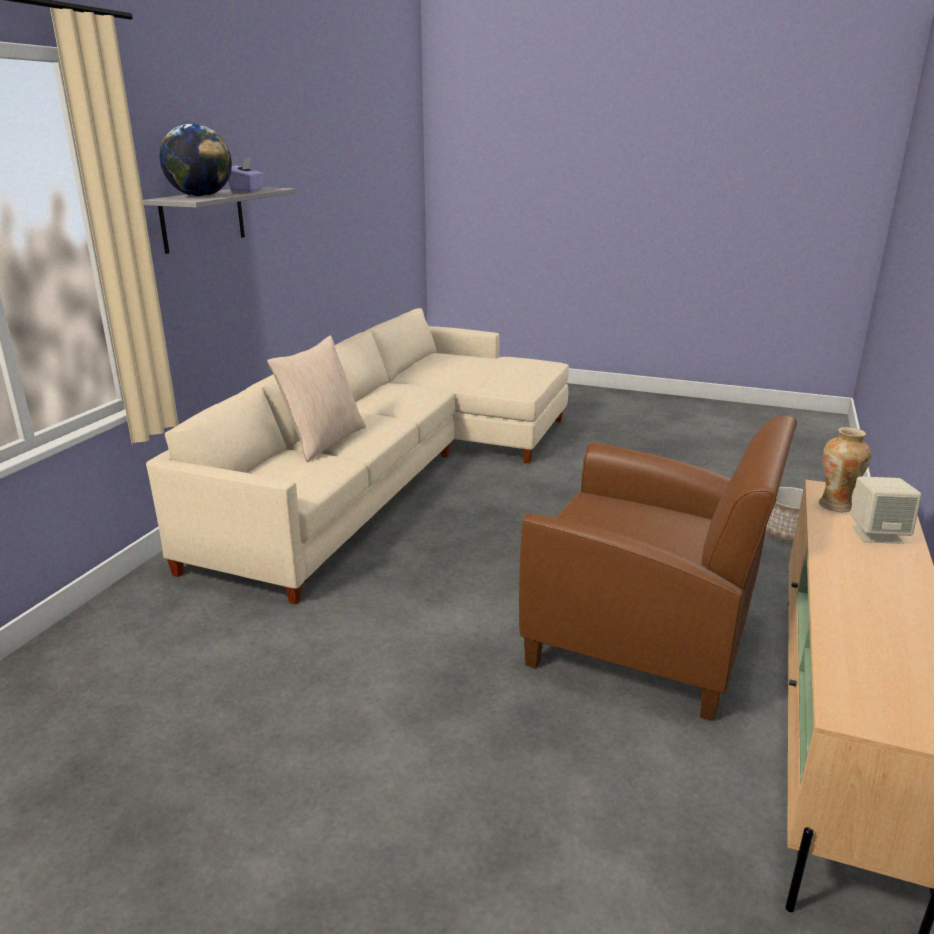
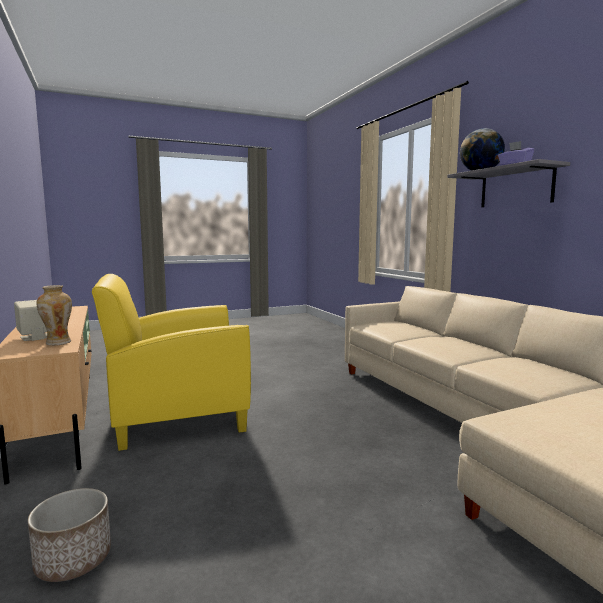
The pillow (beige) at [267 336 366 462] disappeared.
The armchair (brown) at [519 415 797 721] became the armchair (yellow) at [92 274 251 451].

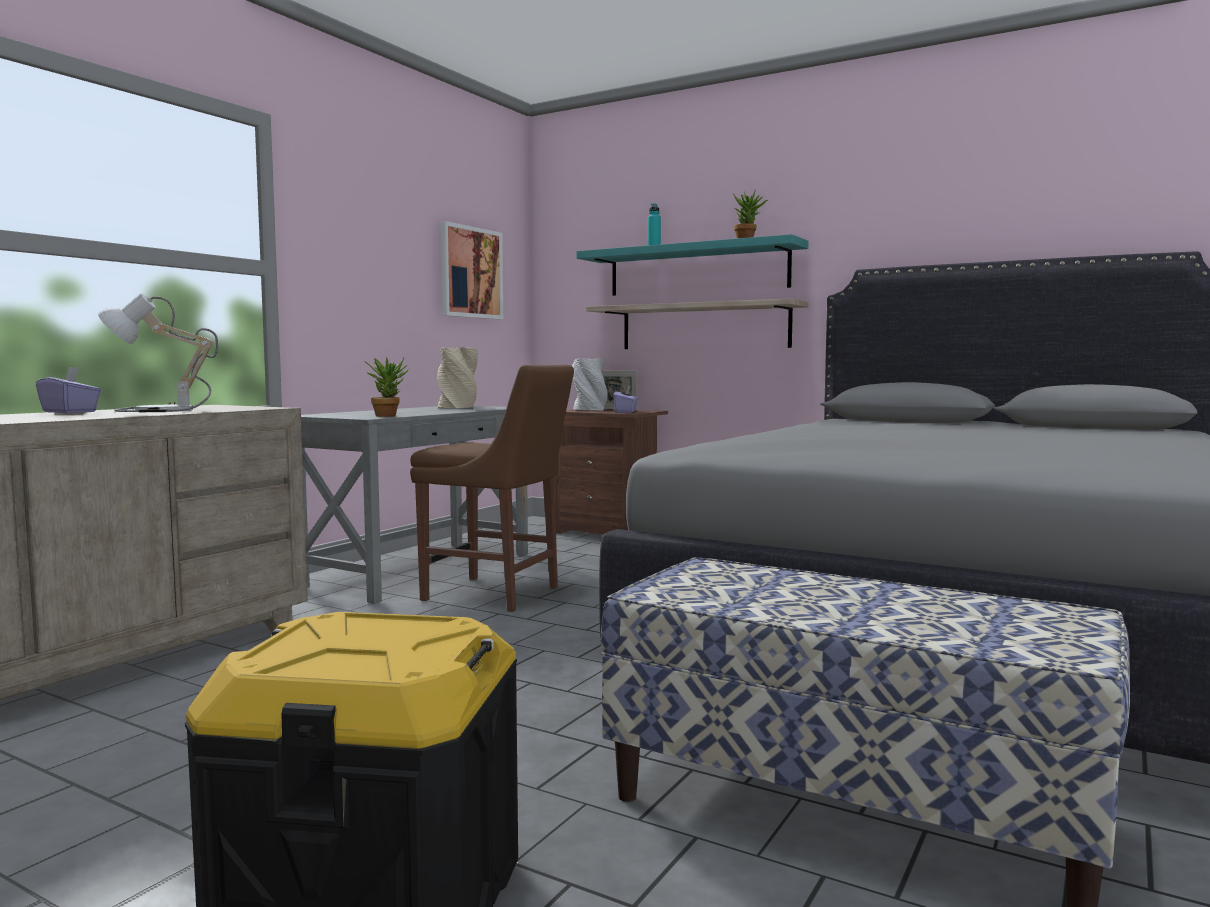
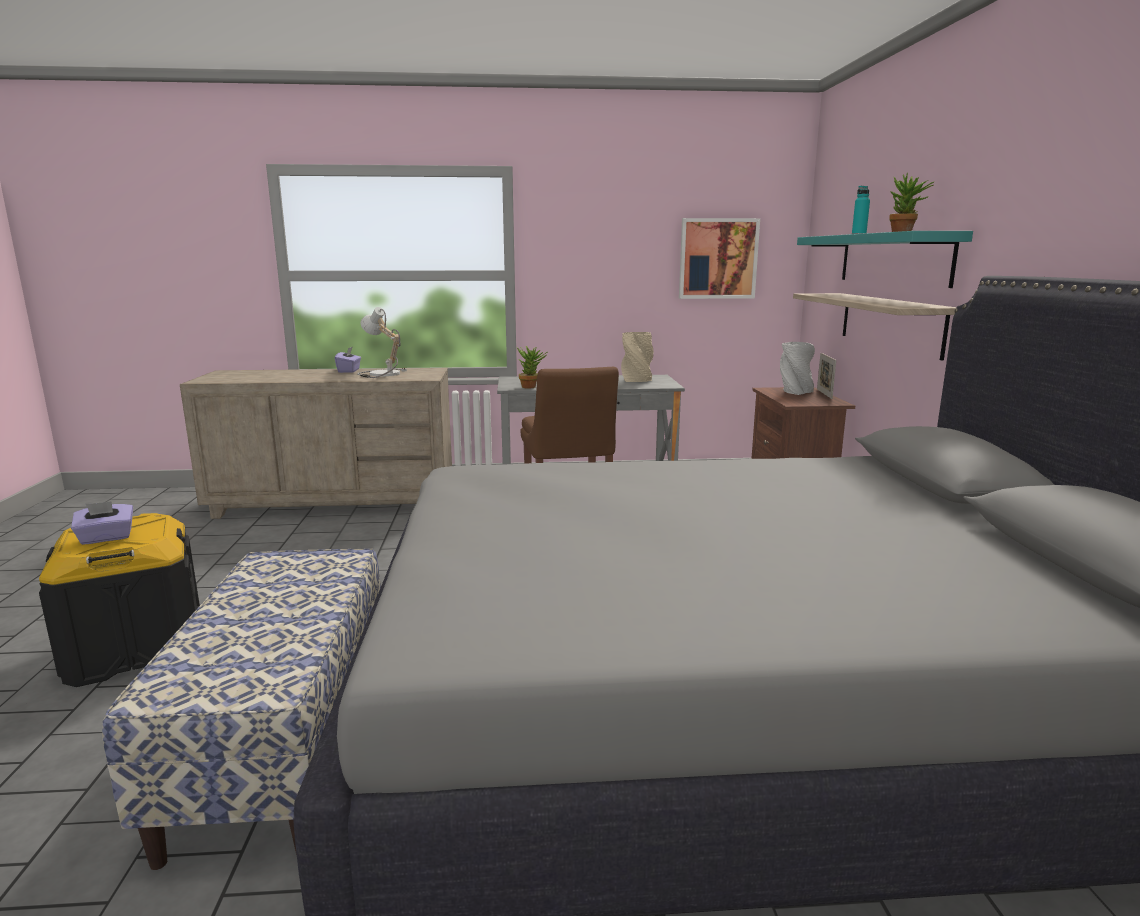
The tissue box (purple) moved from [613 386 638 413] to [71 501 133 545].

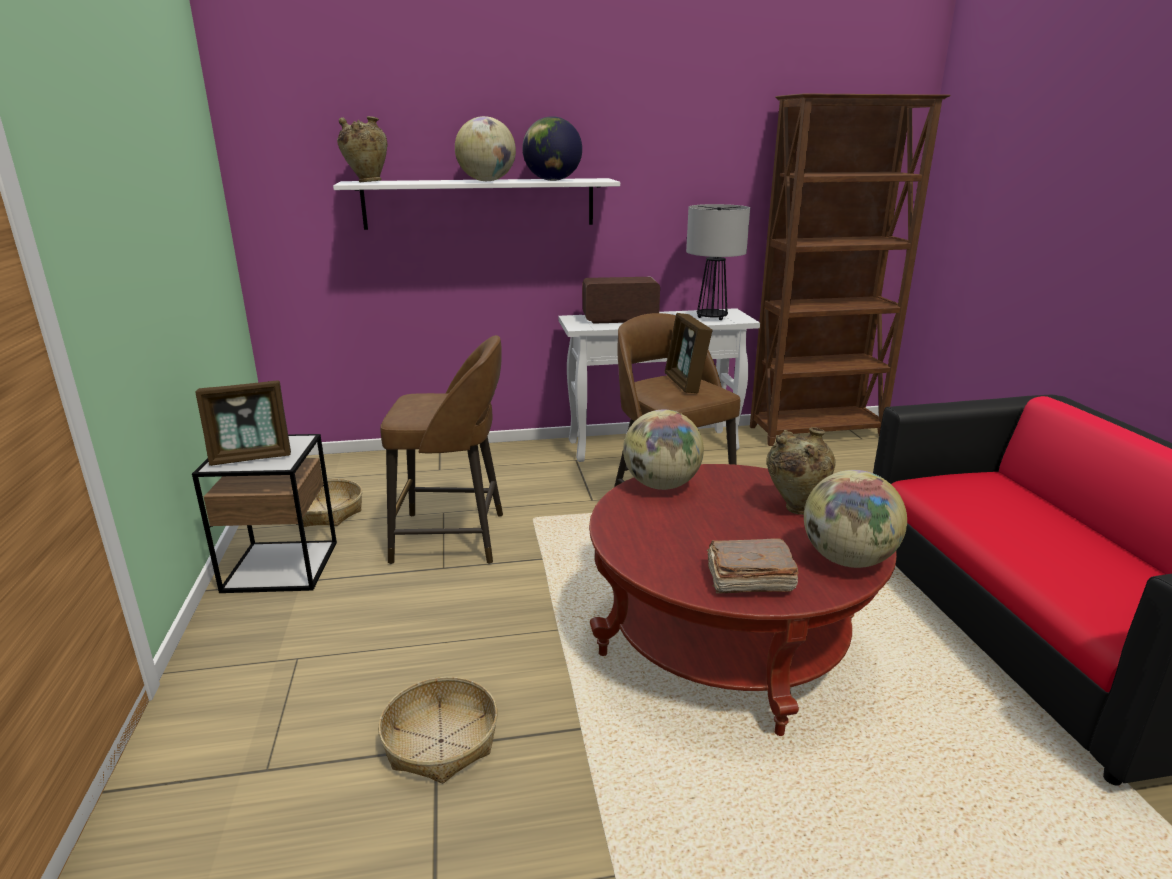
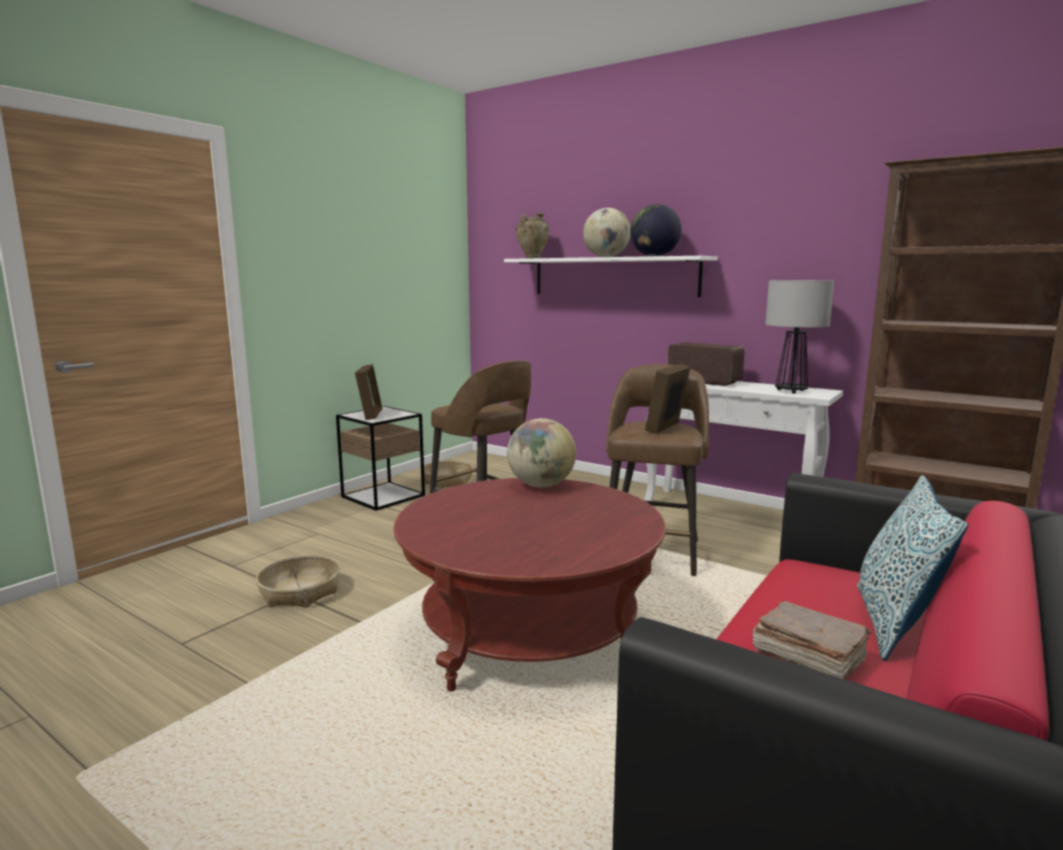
The picture frame at [195 380 291 466] turned 120 degrees counterclockwise.
The book (brown) moved from [707 538 799 593] to [753 601 871 680].
The vase (beige) at [766 427 836 515] disappeared.
The globe at [804 470 907 568] disappeared.
The pillow at [857 475 968 661] appeared.

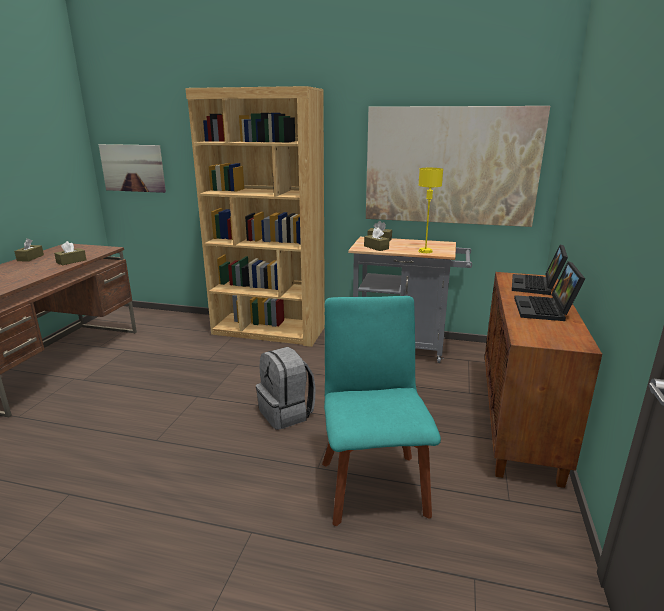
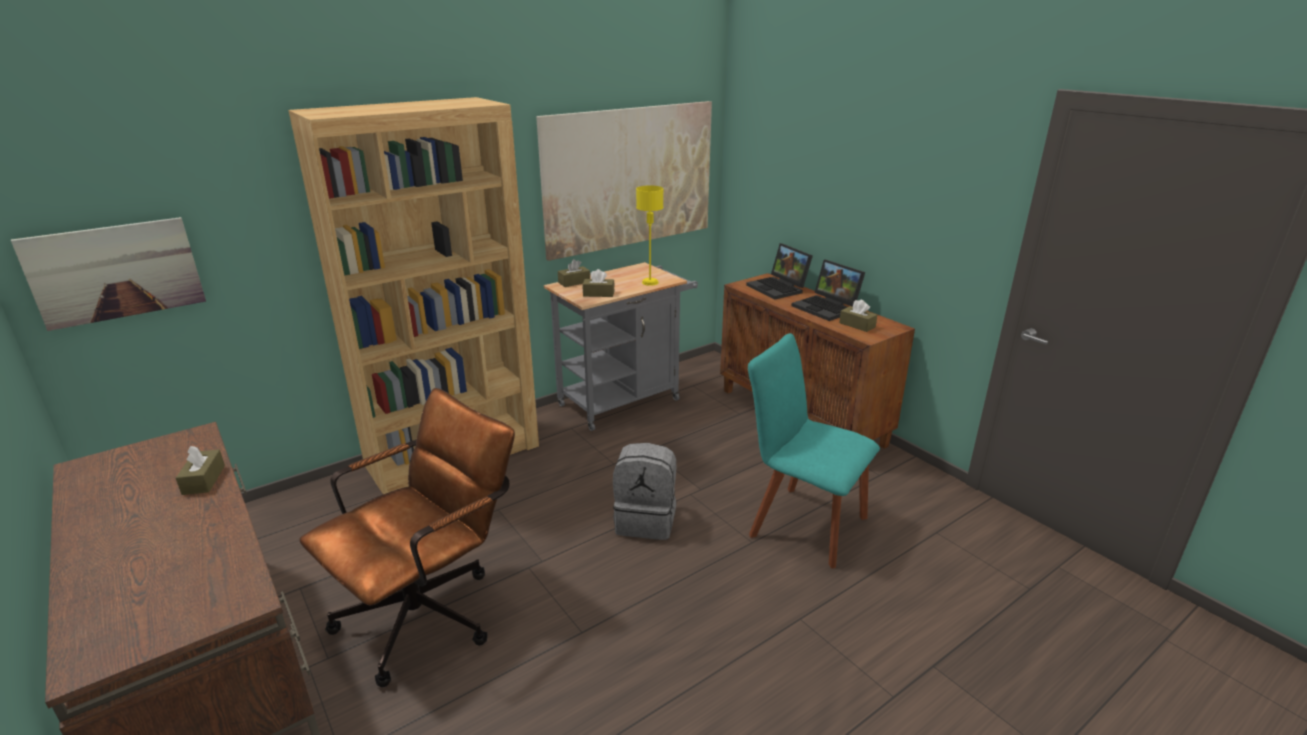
The tissue box (brown) moved from [14 238 44 262] to [839 299 877 332].
The office chair (brown) at [299 388 515 688] appeared.

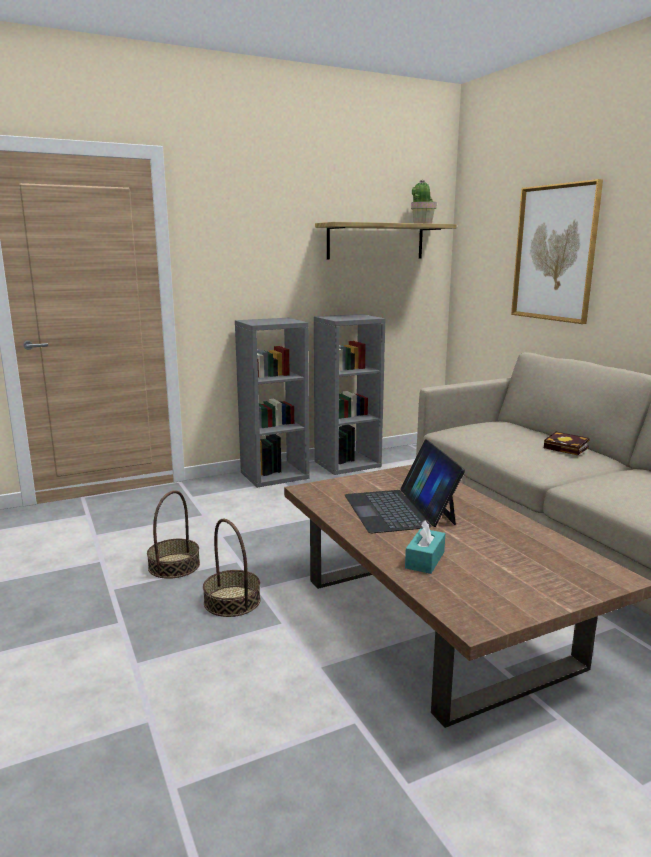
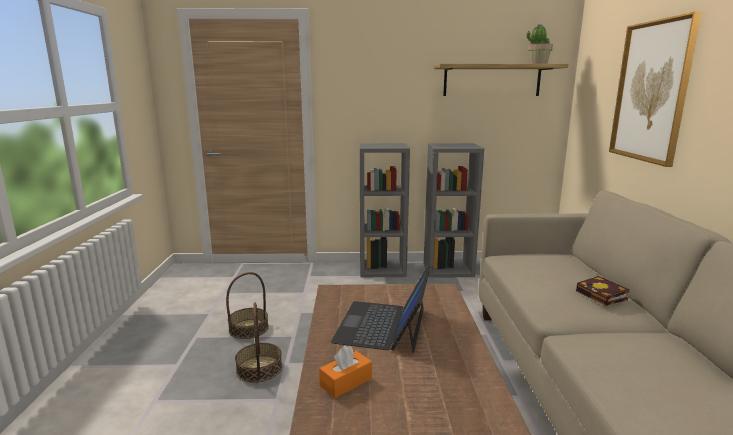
The tissue box (turquoise) at [405 520 445 574] became the tissue box (orange) at [319 345 372 398].

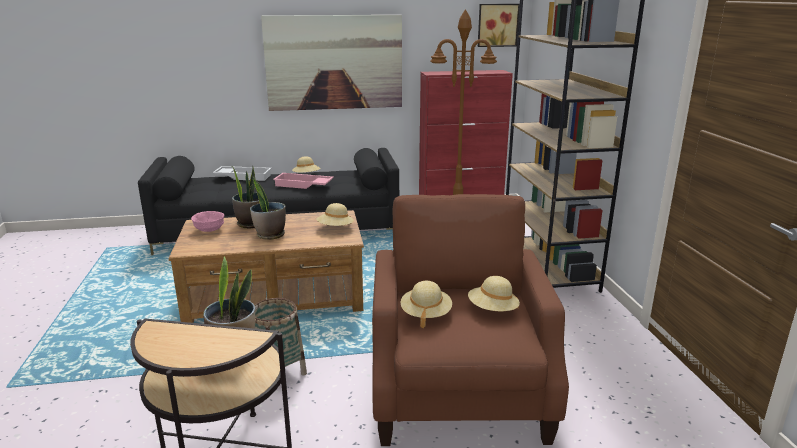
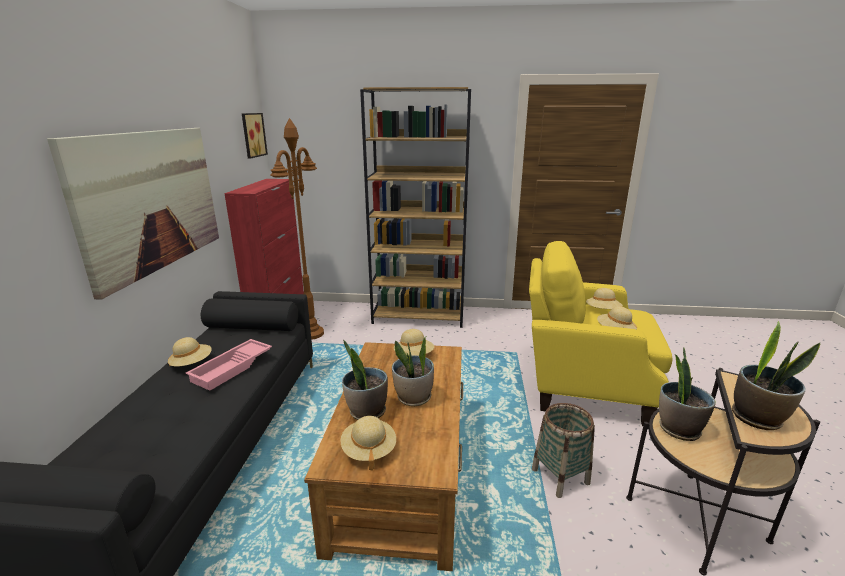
The bowl (pink) at [191 211 224 232] was replaced by the hat (beige) at [340 416 396 471].
The tray (white) at [213 166 272 181] disappeared.
The armchair (brown) at [372 194 569 446] became the armchair (yellow) at [529 241 672 426].
The potted plant at [732 321 820 430] appeared.

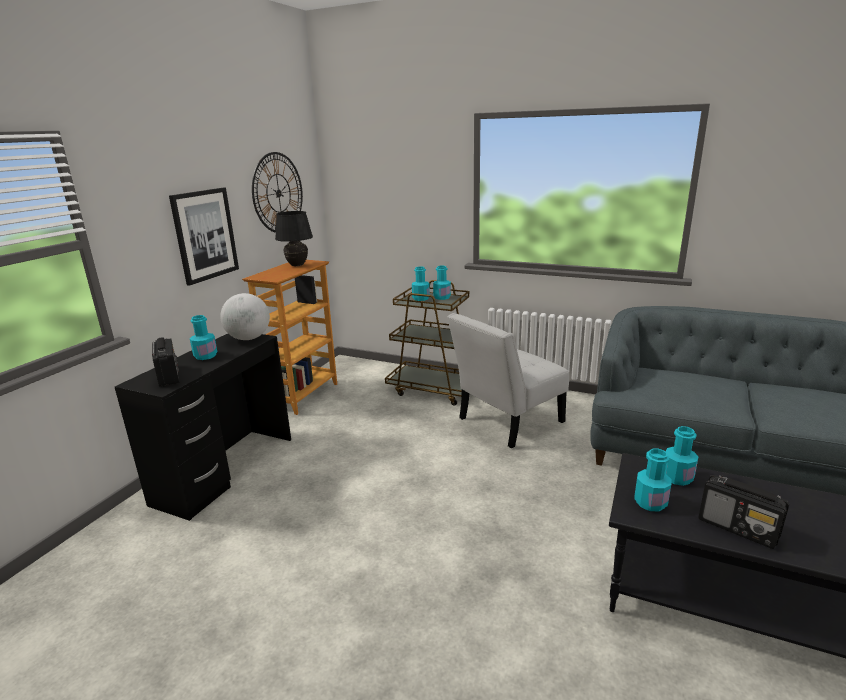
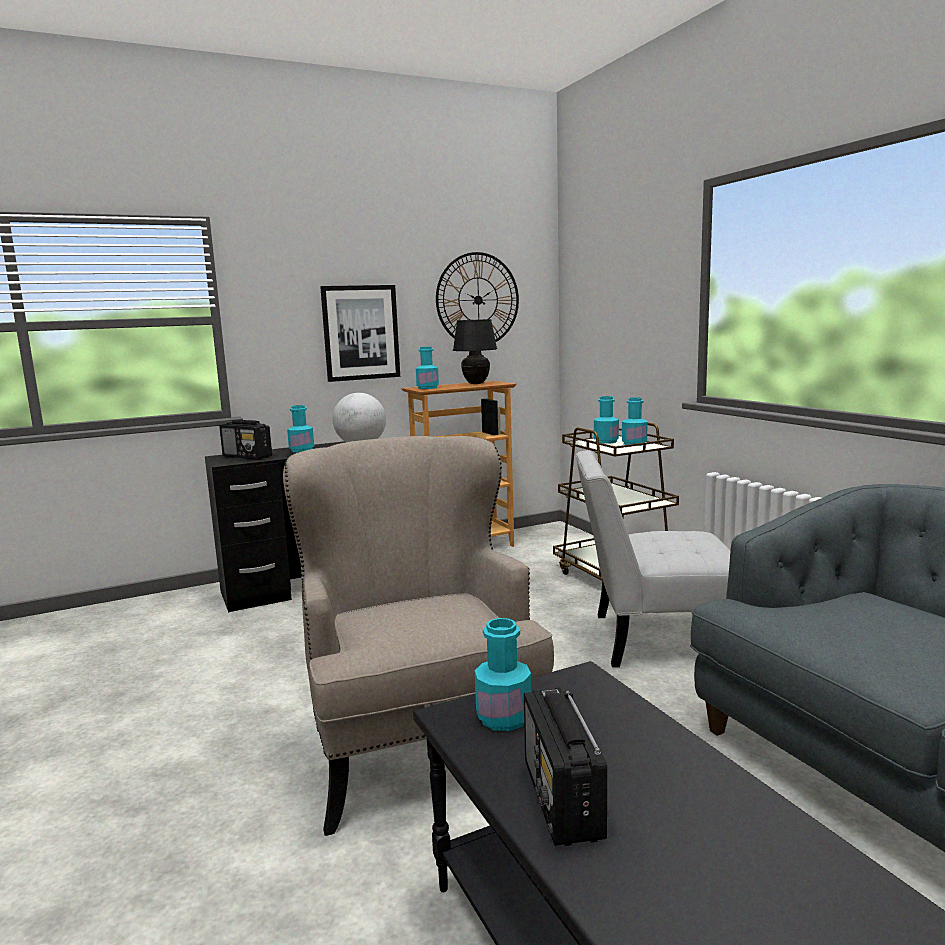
The radio at [152 337 179 387] turned 105 degrees clockwise.
The bottle (turquoise) moved from [665 426 698 486] to [416 347 439 389].
The armchair (beige) at [283 436 554 836] appeared.

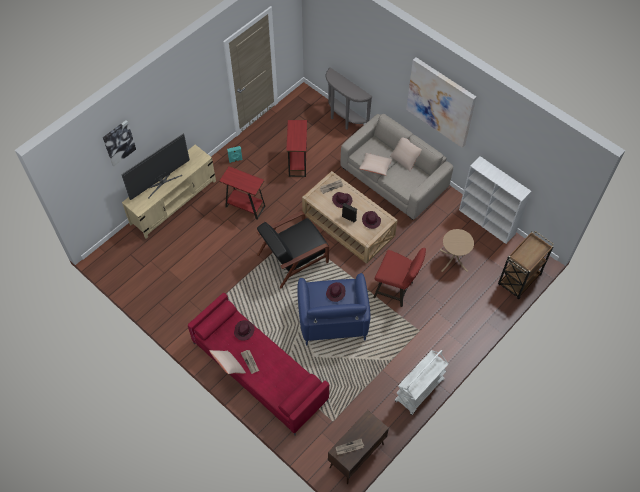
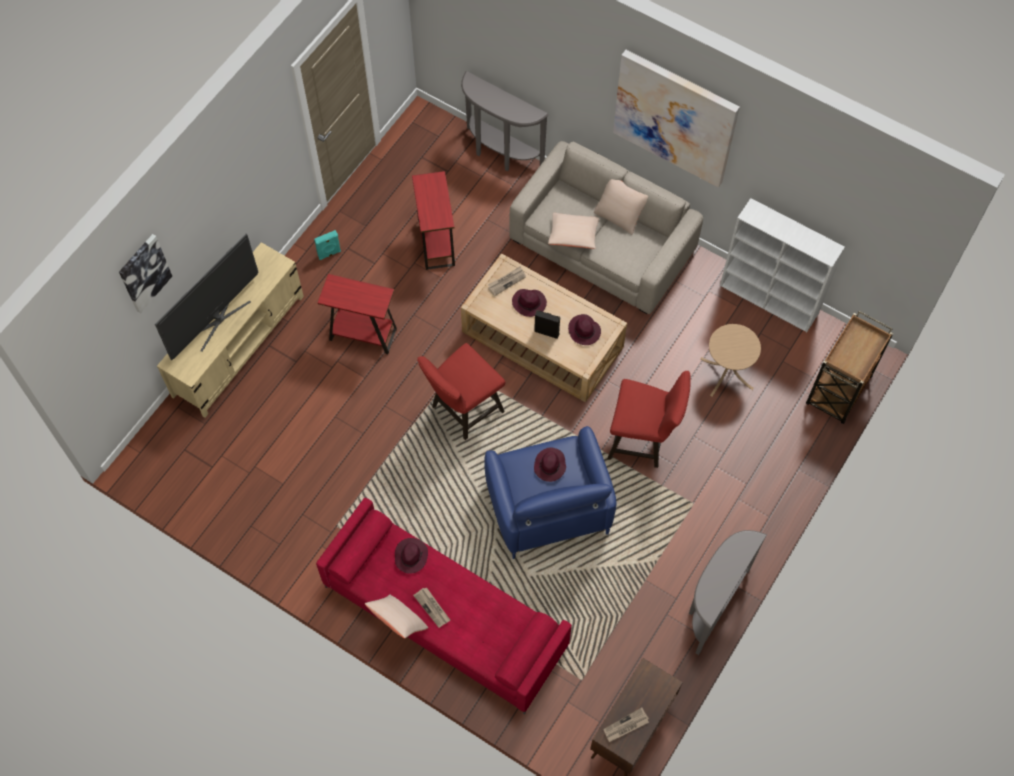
The armchair (black) at [257 211 329 289] was replaced by the stool (red) at [417 343 505 440].
The cart (white) at [395 350 448 415] was replaced by the console table (grey) at [689 530 767 655].

